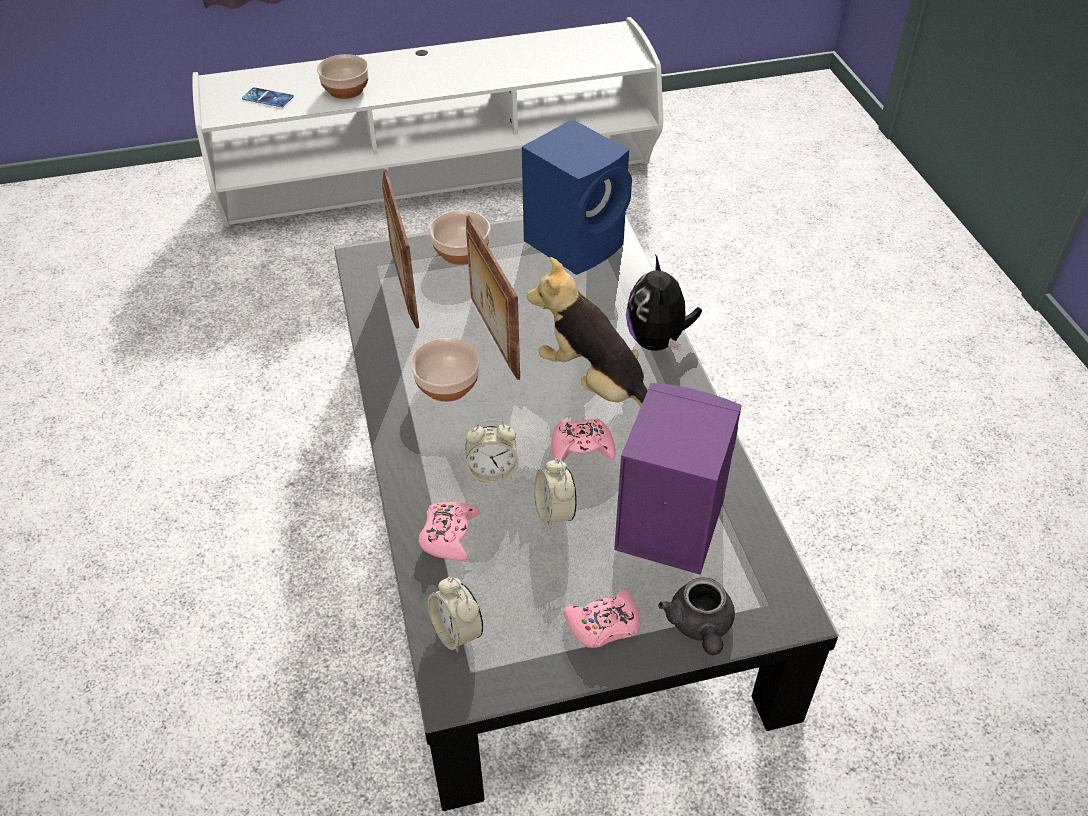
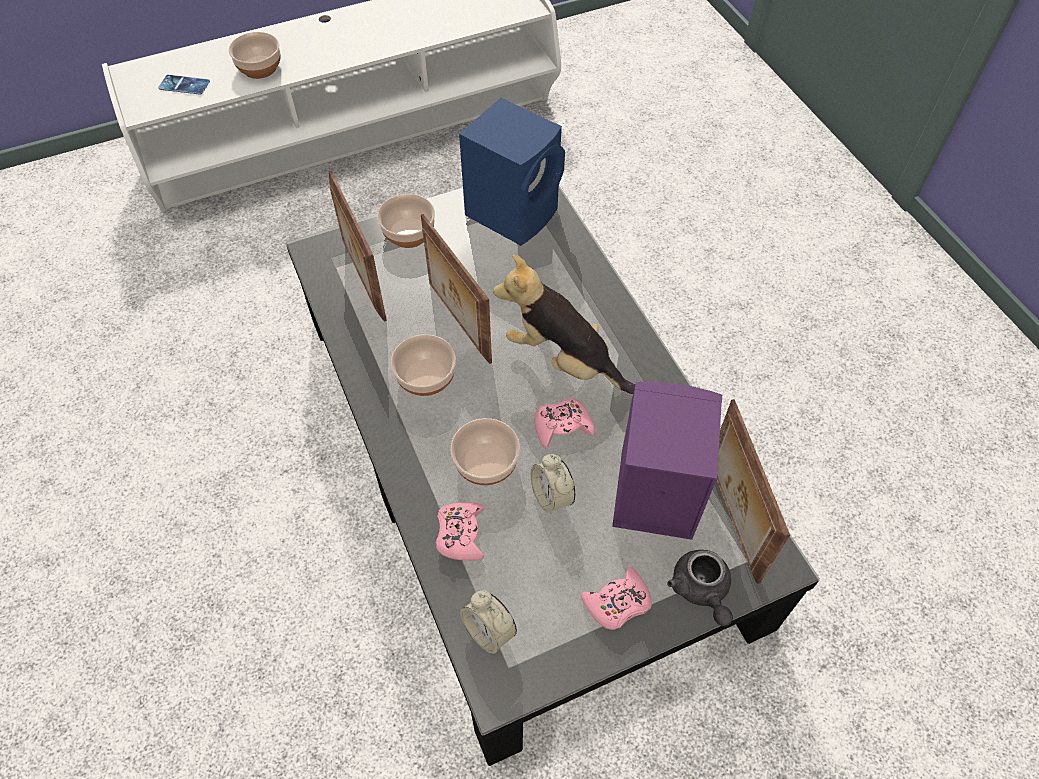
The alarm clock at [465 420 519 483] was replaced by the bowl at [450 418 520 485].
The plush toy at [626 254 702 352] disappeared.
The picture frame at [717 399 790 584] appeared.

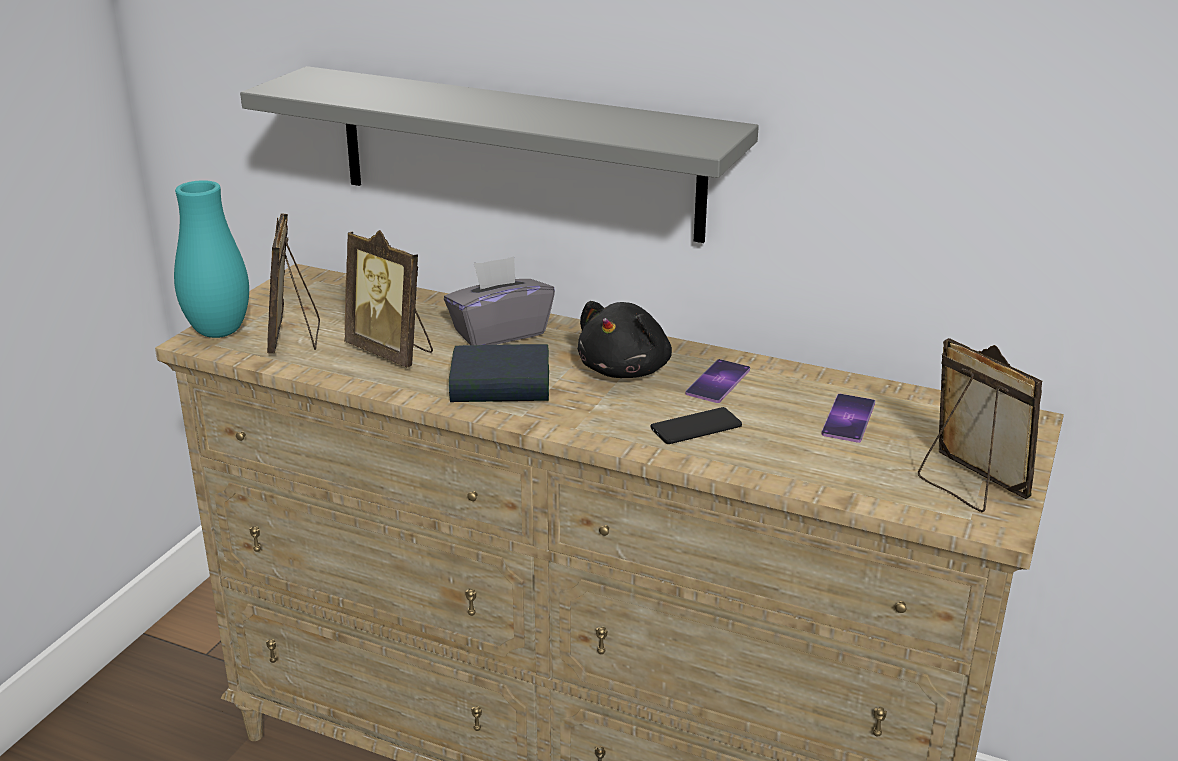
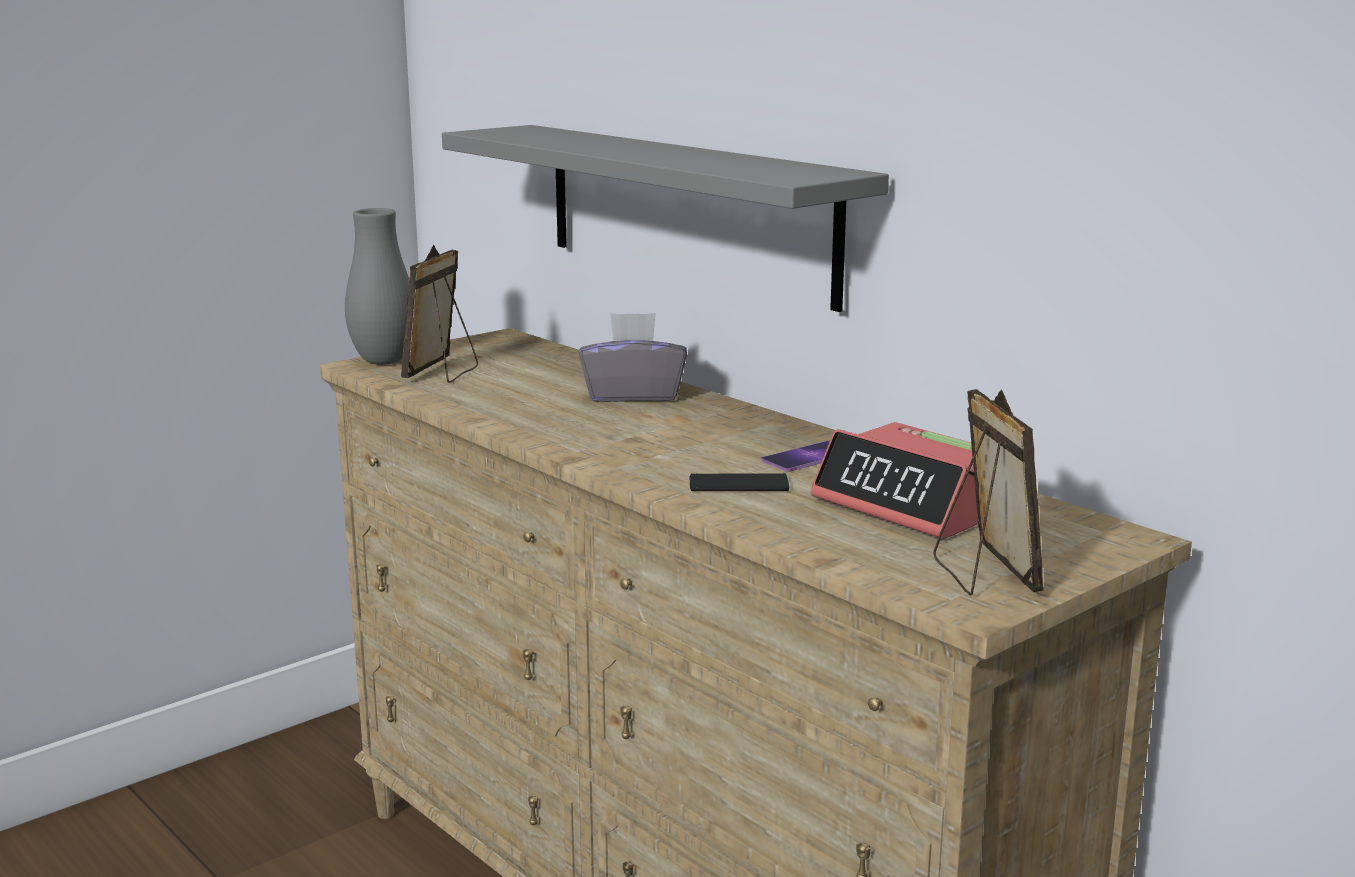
The vase (turquoise) at [174 180 249 338] became the vase (grey) at [345 208 409 365].
The picture frame at [344 230 433 368] disappeared.
The book at [449 344 549 402] disappeared.
The plush toy (black) at [578 301 672 378] disappeared.
The phone at [821 394 875 443] was replaced by the alarm clock at [811 422 978 539].

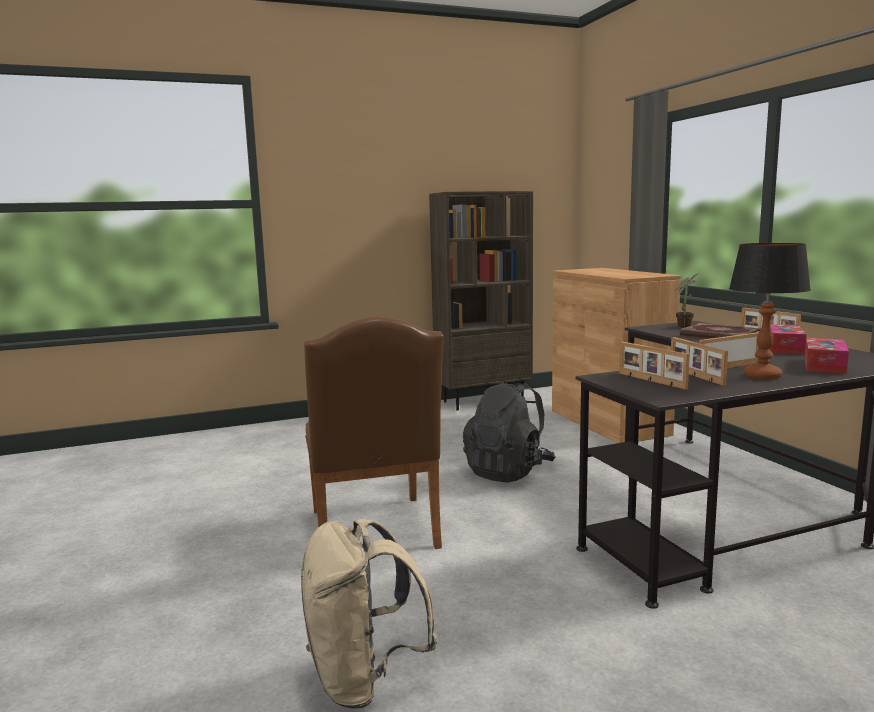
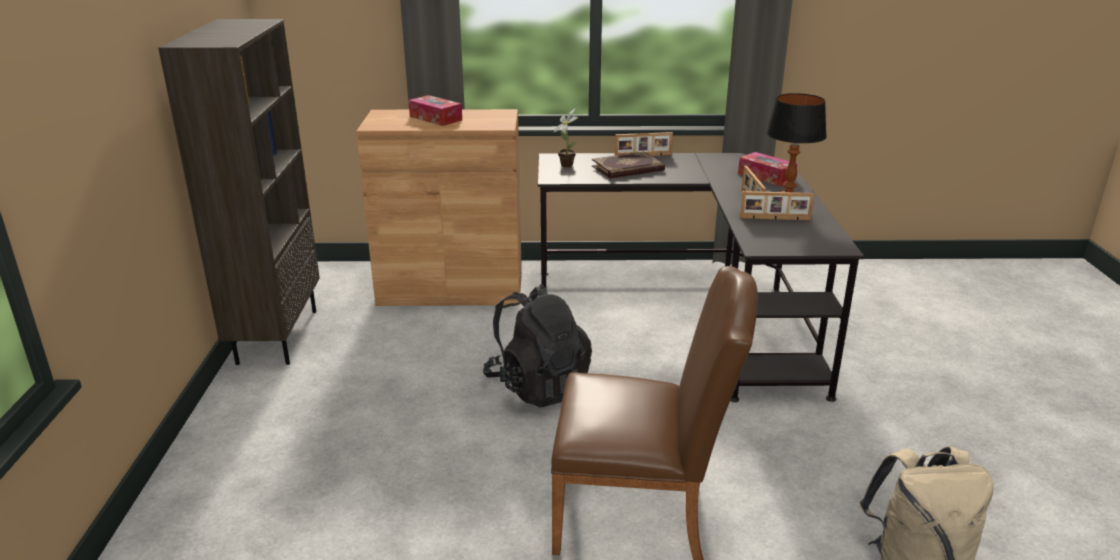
The picture frame at [619 341 690 390] disappeared.
The tissue box moved from [769 324 806 354] to [409 95 462 126].

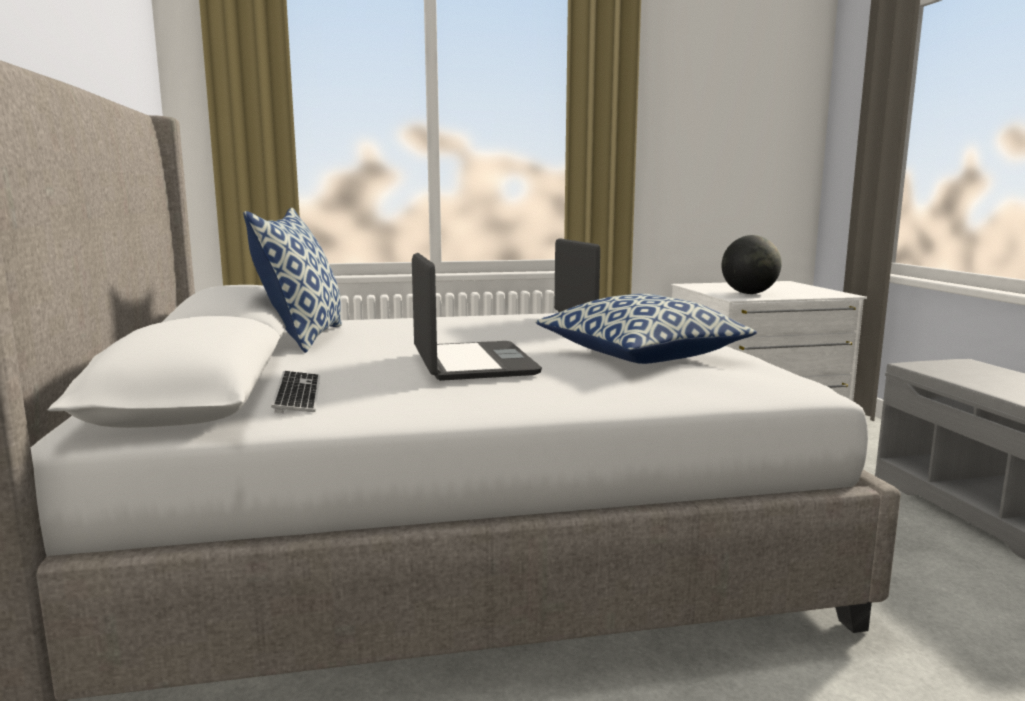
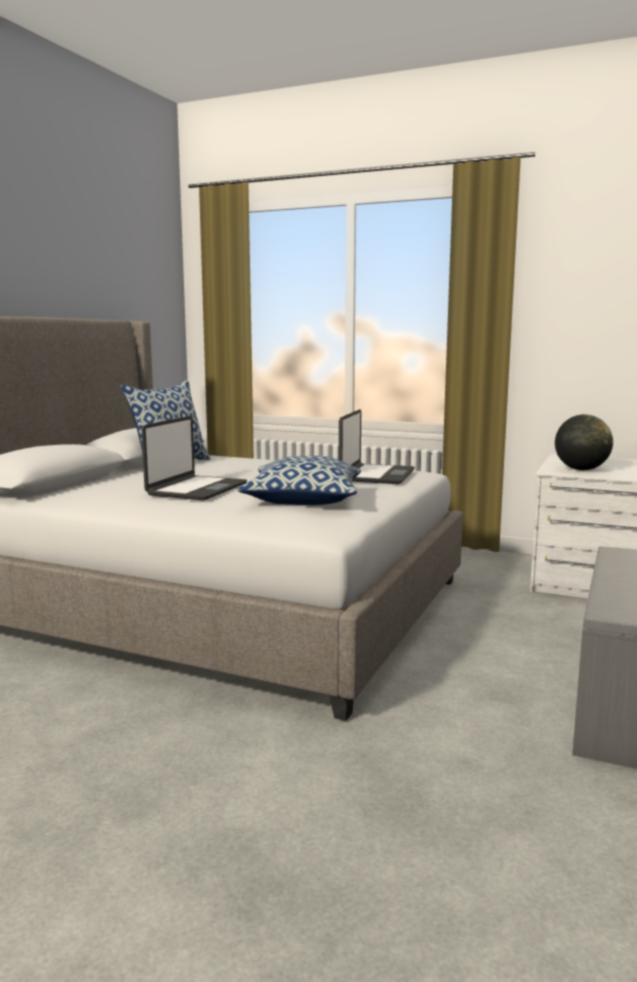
The keyboard at [271 371 320 413] disappeared.

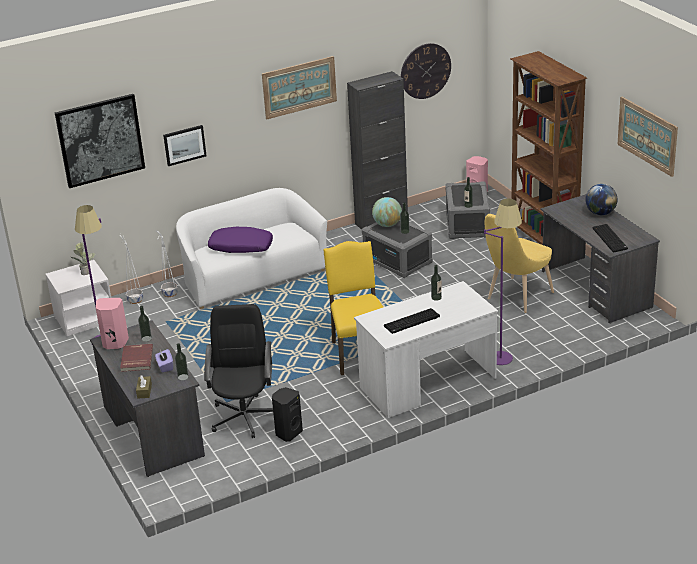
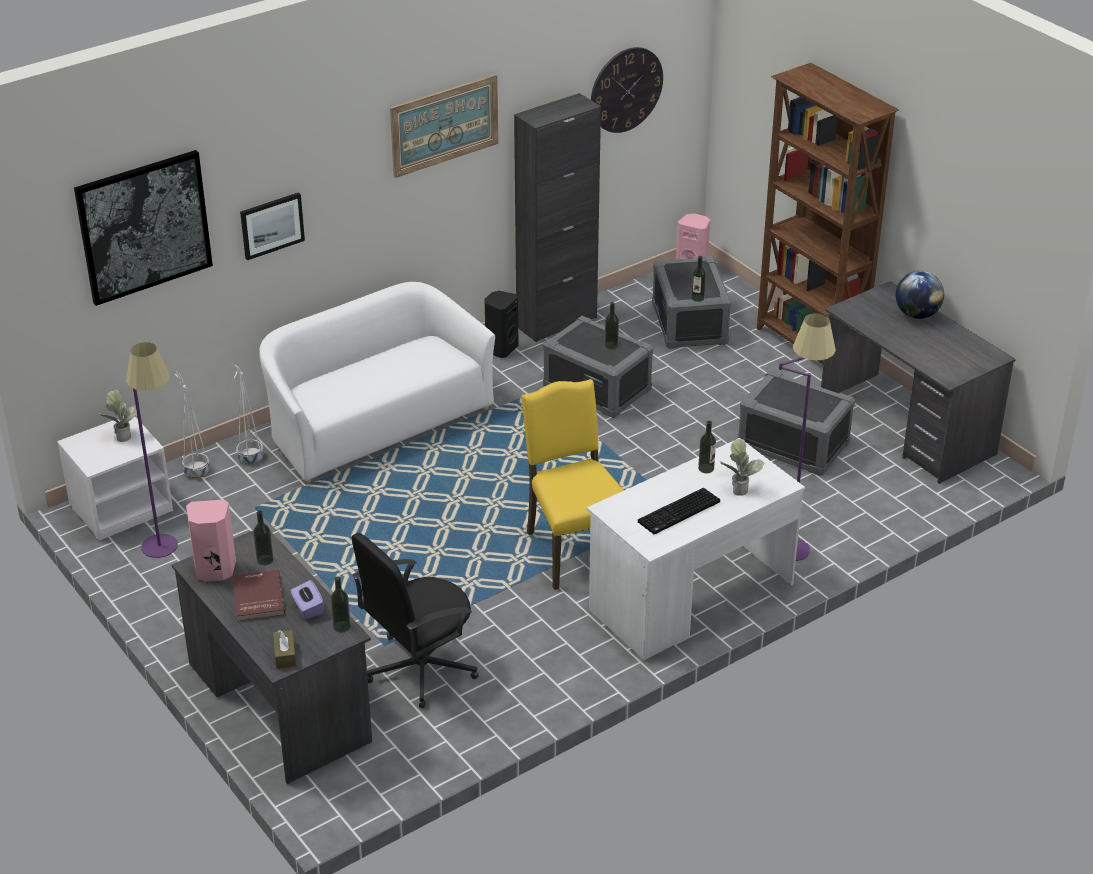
The office chair (black) at [204 304 273 438] turned 120 degrees counterclockwise.
The pillow (purple) at [208 227 273 253] disappeared.
The speaker (black) moved from [272 387 303 442] to [485 291 518 358].
The globe at [372 197 402 227] disappeared.
The chair (yellow) at [485 214 554 313] was replaced by the storage box (grey) at [737 370 855 476].
The keyboard at [593 224 628 253] disappeared.
The picture at [617 97 678 177] disappeared.
The potted plant at [719 439 765 496] appeared.

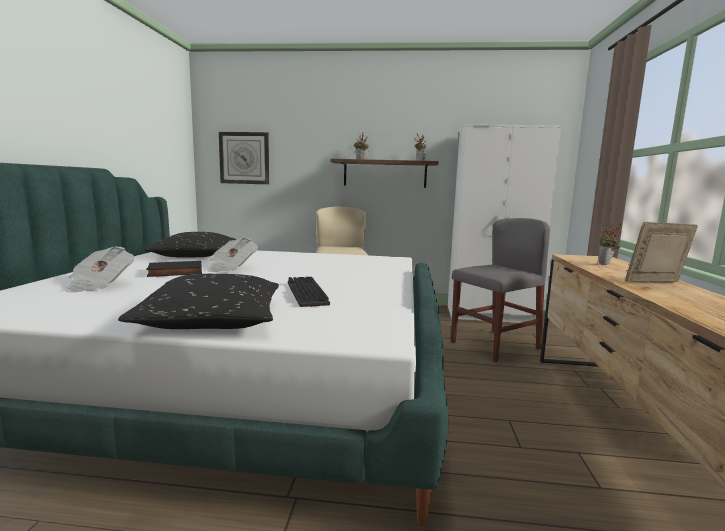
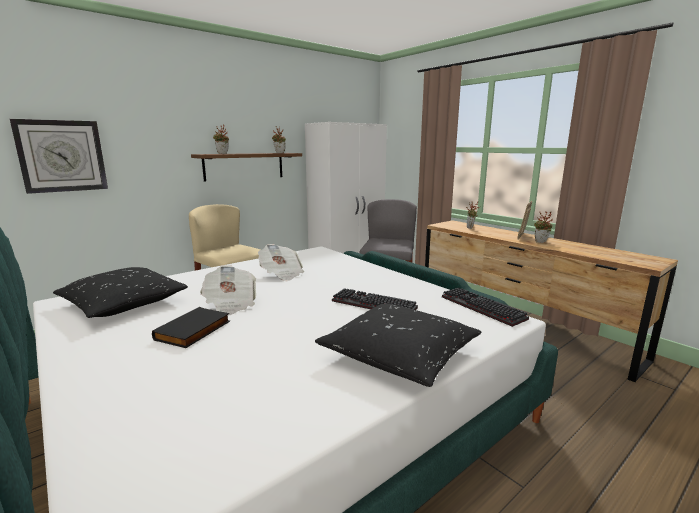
The newspaper moved from [65 247 134 293] to [258 244 304 281].
The keyboard at [442 288 529 327] appeared.
The potted plant at [534 211 553 243] appeared.

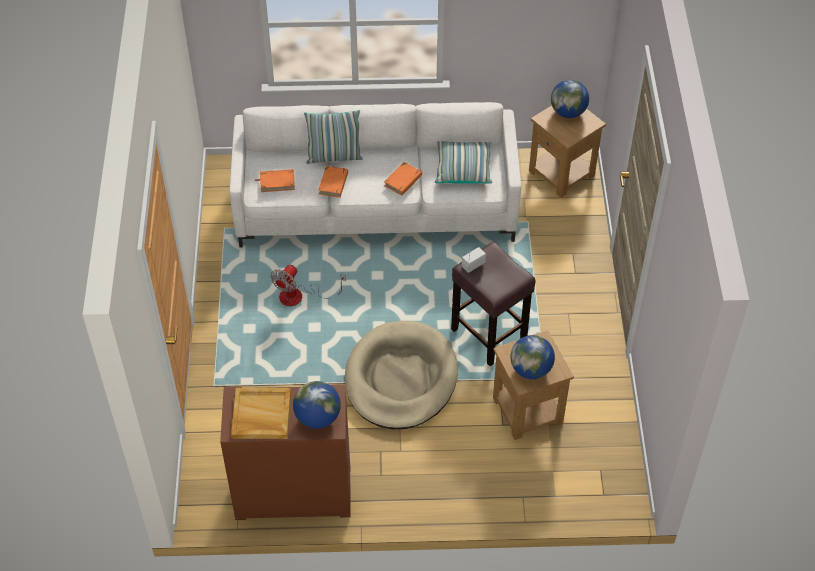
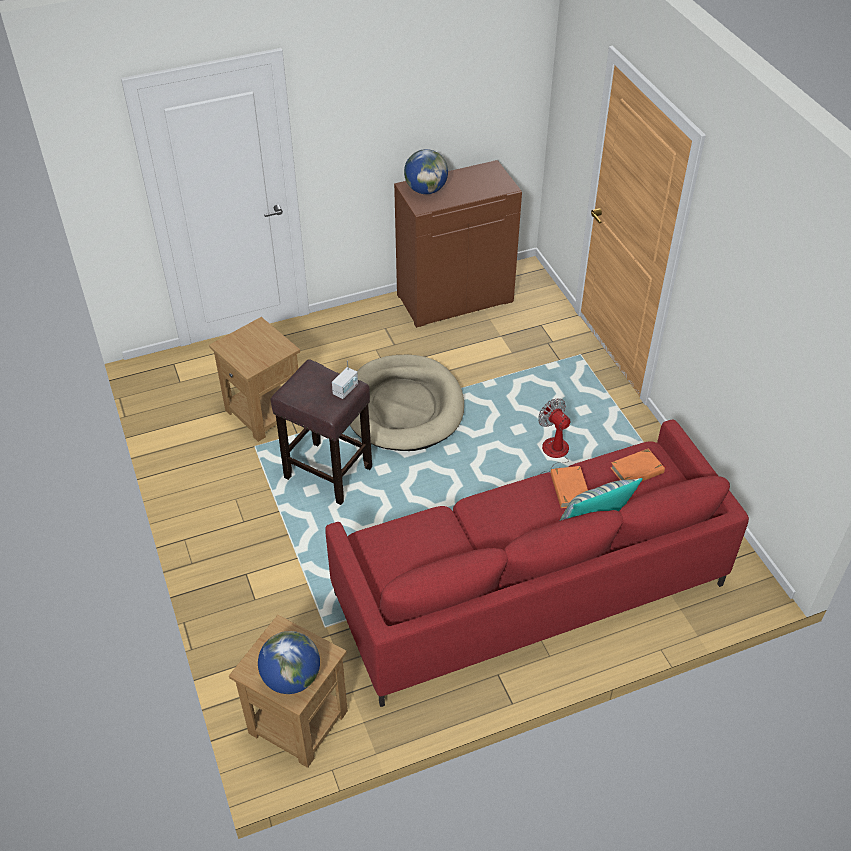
The sofa (white) at [229 102 521 247] became the sofa (red) at [325 419 749 707].
The tray (beige) at [231 388 291 439] disappeared.
The fan at [271 265 346 306] turned 45 degrees counterclockwise.
The book (orange) at [384 162 422 196] disappeared.
The pillow at [435 141 492 184] disappeared.
The globe at [510 335 555 379] disappeared.

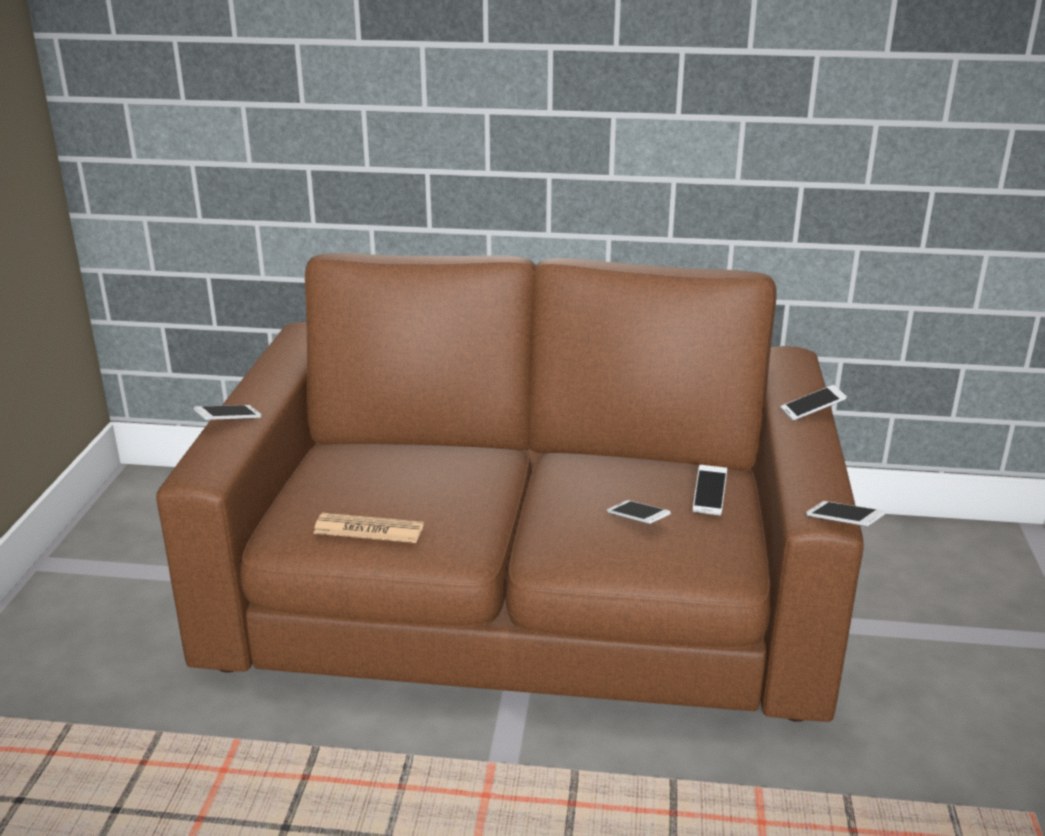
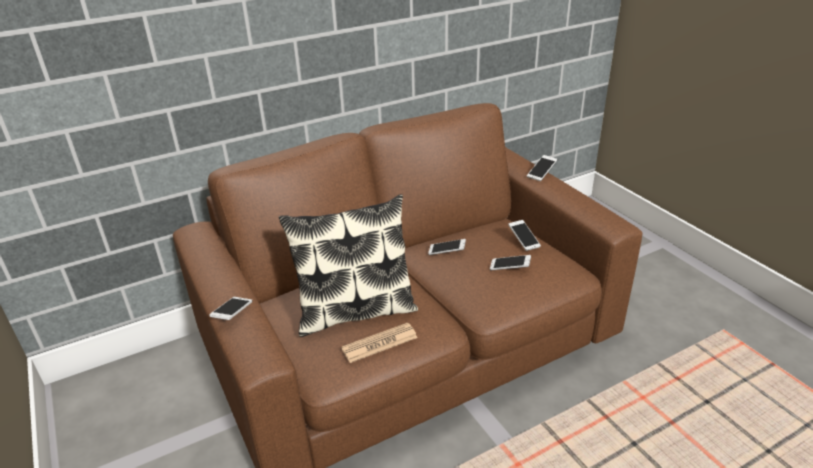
The phone moved from [806 501 885 526] to [428 239 466 255].
The pillow at [279 194 418 337] appeared.

